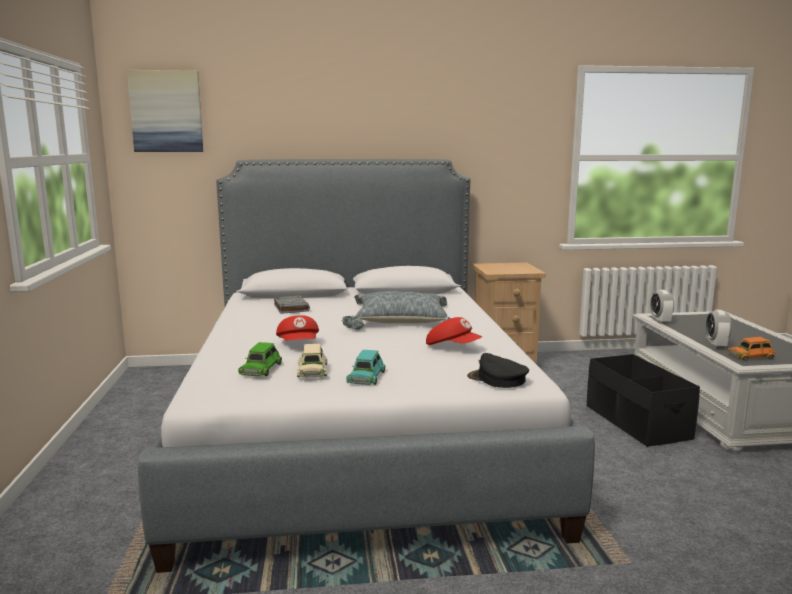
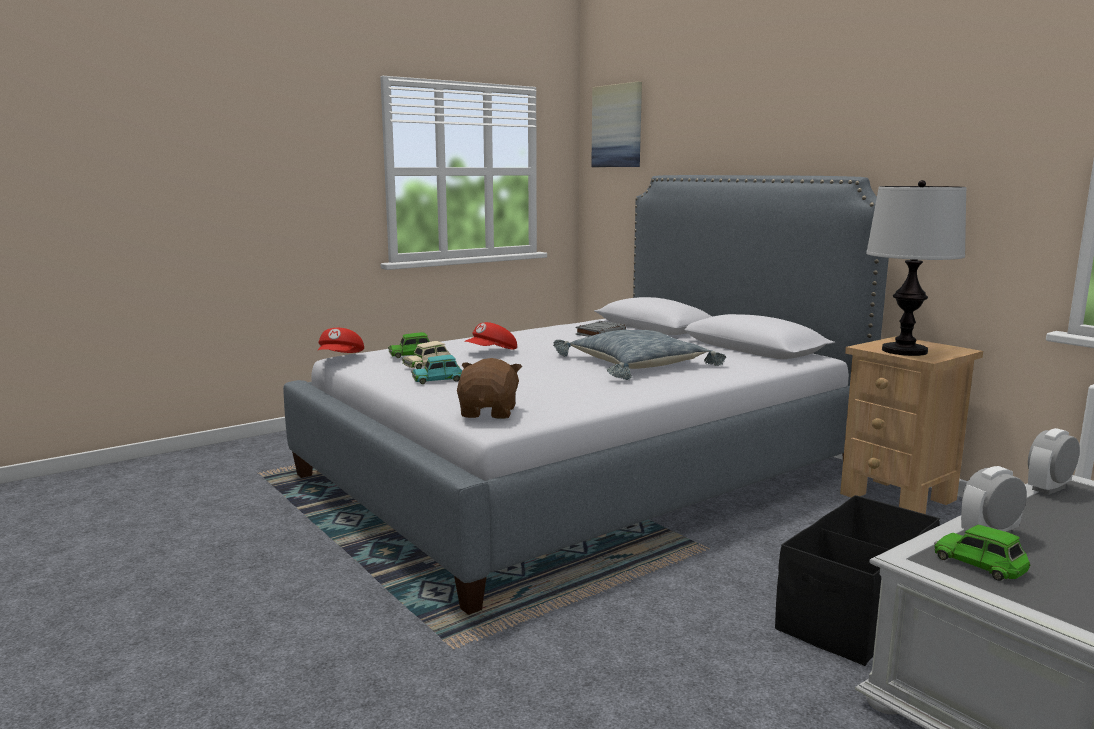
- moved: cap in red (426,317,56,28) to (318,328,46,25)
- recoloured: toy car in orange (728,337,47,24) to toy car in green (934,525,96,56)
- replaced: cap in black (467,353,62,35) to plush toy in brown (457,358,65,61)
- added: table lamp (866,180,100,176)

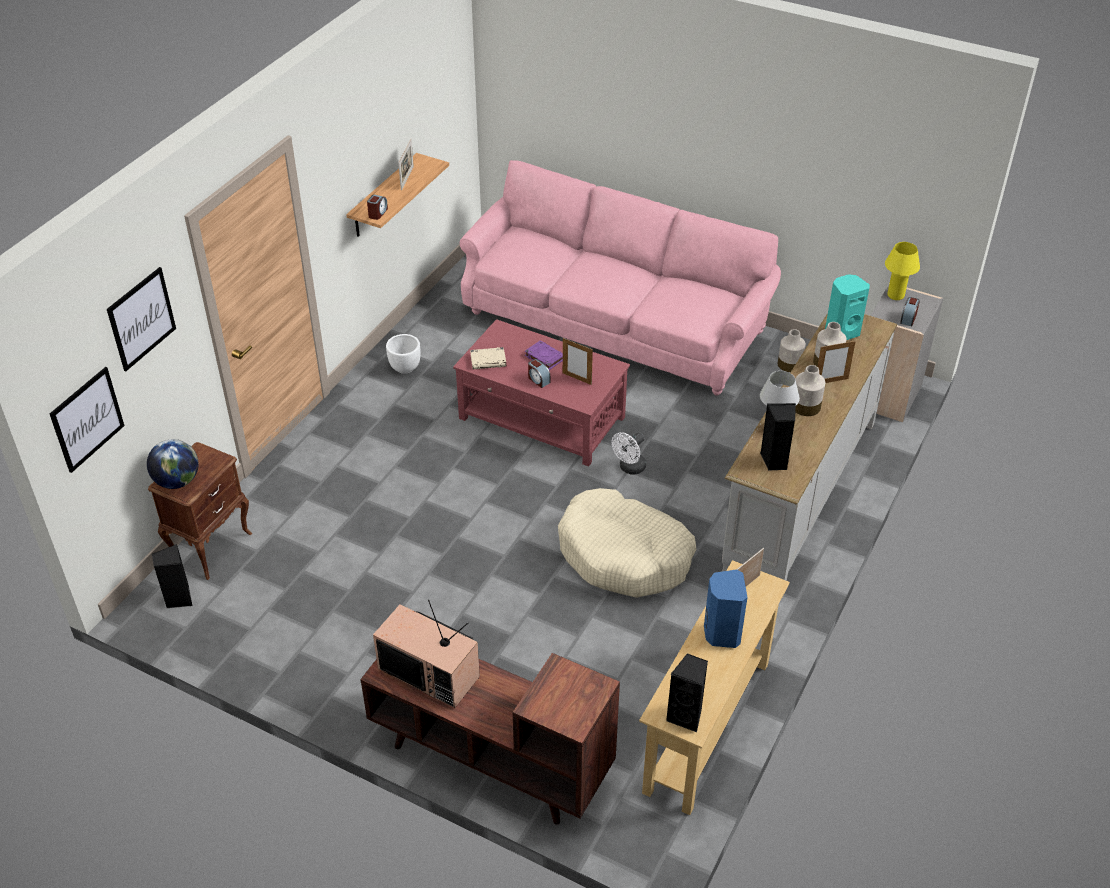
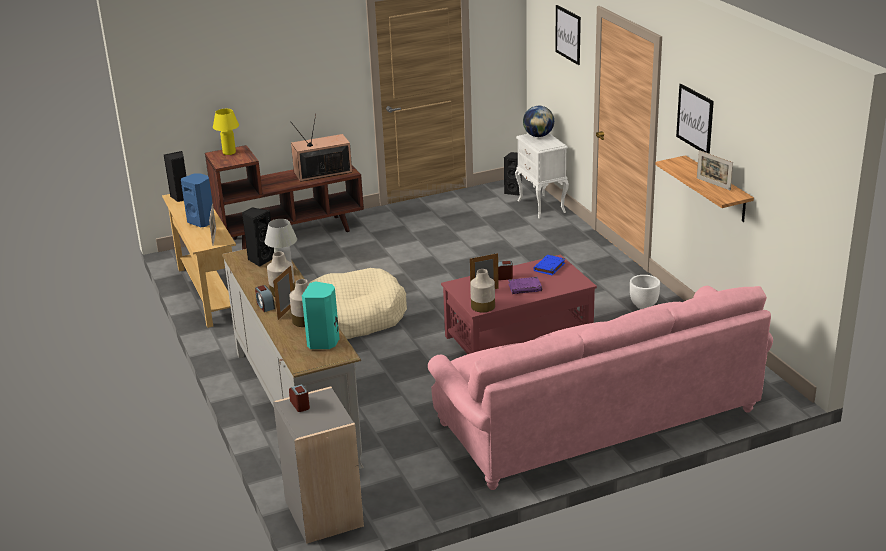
- moved: alarm clock (367,195,21,25) to (255,285,20,27)
- moved: table lamp in yellow (885,242,35,58) to (213,109,26,46)
- moved: vase in beige (778,329,28,43) to (470,269,25,43)
- recoloured: book in beige (470,347,36,22) to book in blue (533,255,32,20)
- moved: picture (50,367,75,106) to (676,84,38,70)
- removed: fan in white (611,432,35,43)
- recoloured: nightstand in brown (148,442,104,138) to nightstand in white (515,133,54,86)

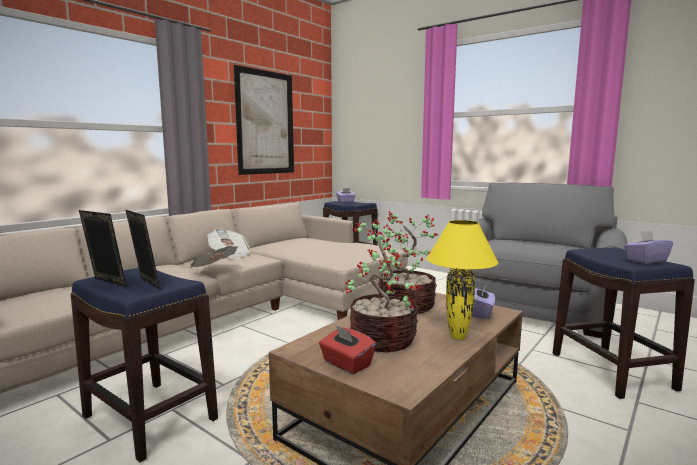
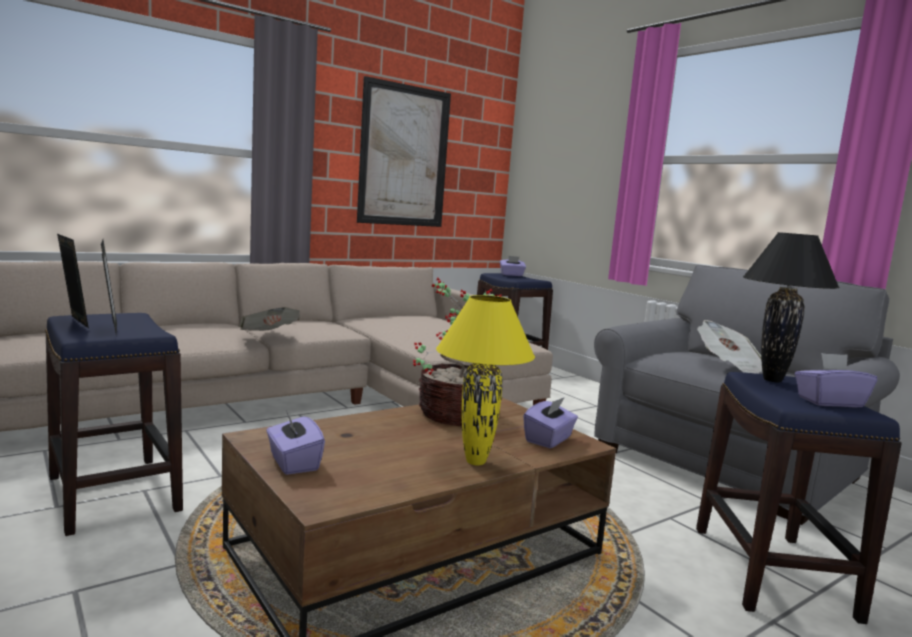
- removed: potted plant (344,219,77,134)
- moved: newspaper (207,229,44,31) to (697,320,65,54)
- recoloured: tissue box in red (319,325,57,49) to tissue box in purple (266,411,59,64)
- added: table lamp in black (743,232,97,150)

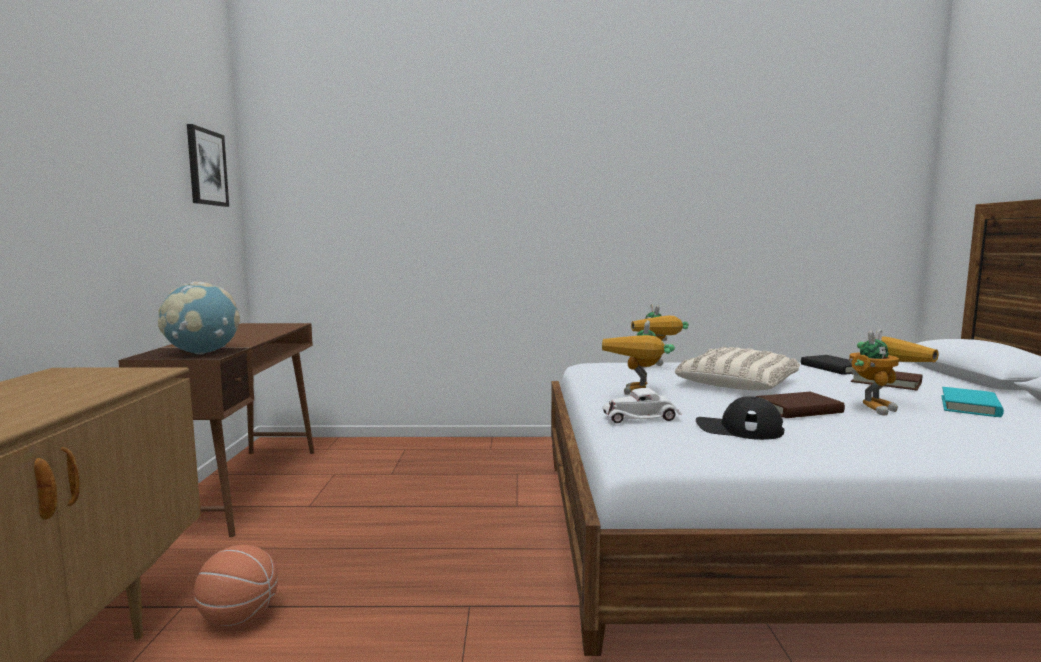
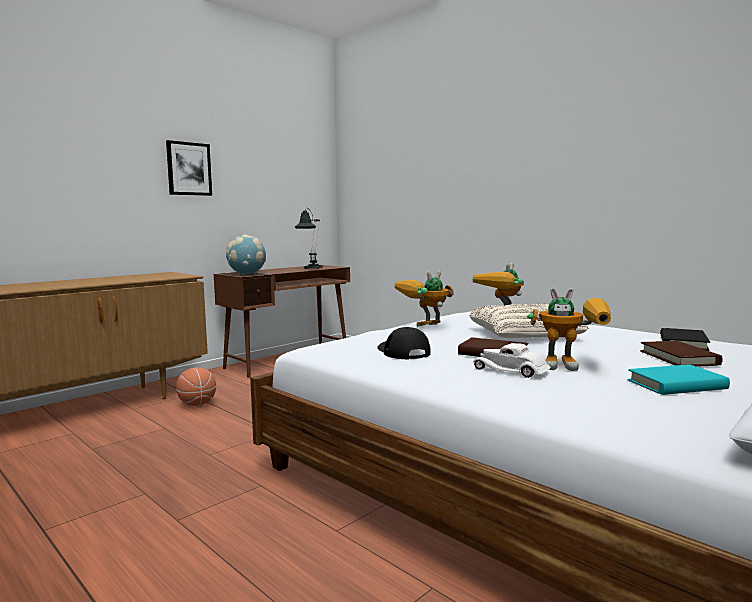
- moved: picture (187,124,42,83) to (166,140,46,56)
- moved: toy car in white (602,388,80,35) to (473,343,78,35)
- added: table lamp (295,208,28,61)

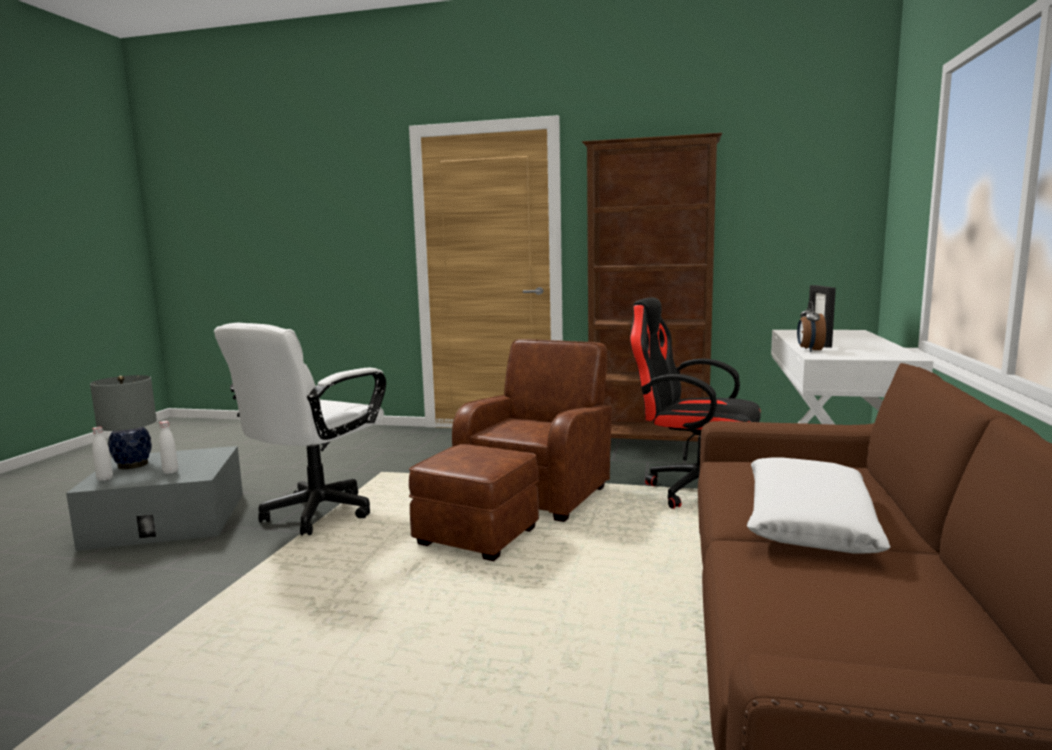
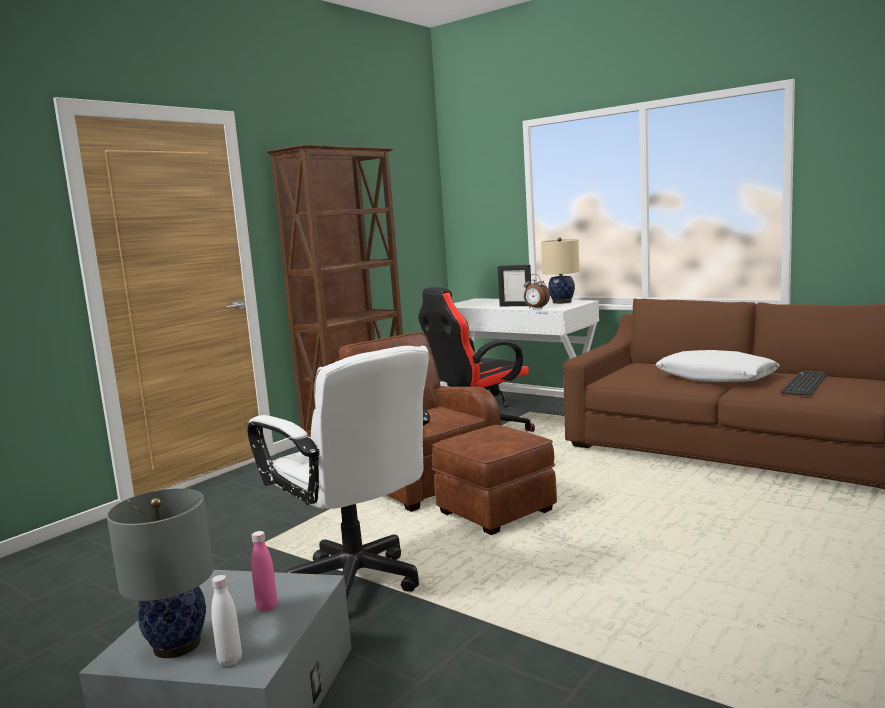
- recoloured: bottle in white (159,421,19,53) to bottle in pink (251,531,26,81)
- added: table lamp in beige (541,237,38,67)
- added: keyboard (781,370,46,25)

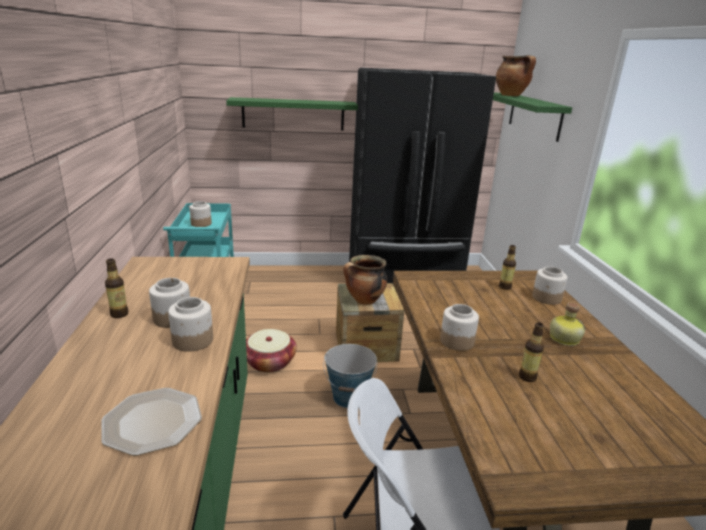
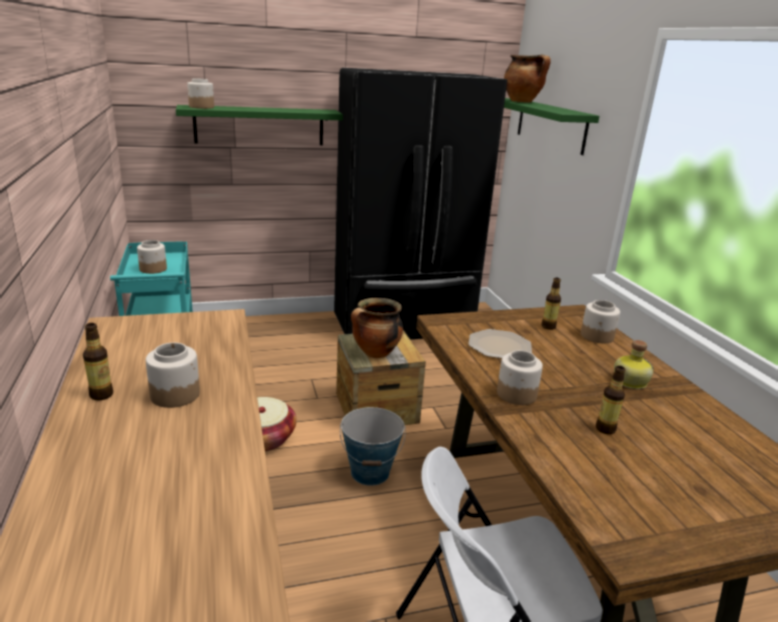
- moved: jar (168,297,45,55) to (187,78,27,31)
- moved: plate (102,388,100,68) to (468,329,64,30)

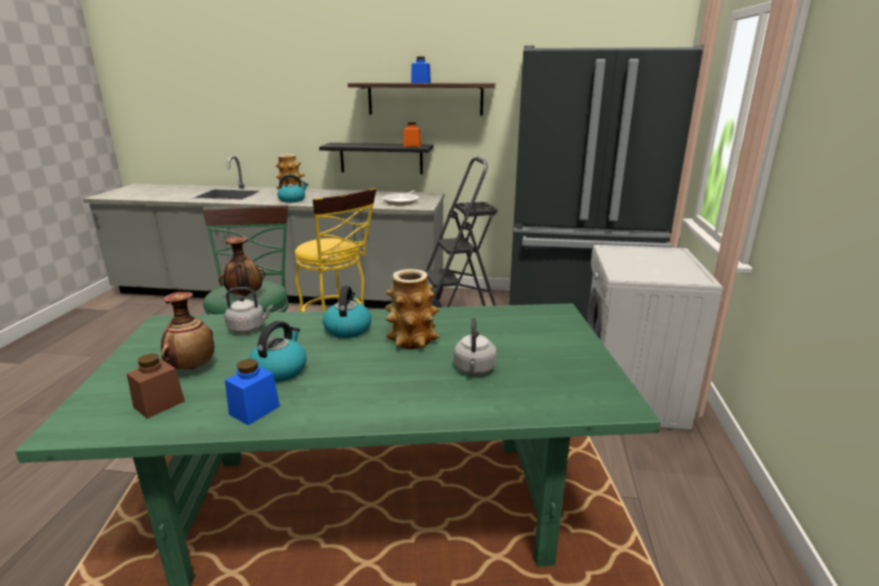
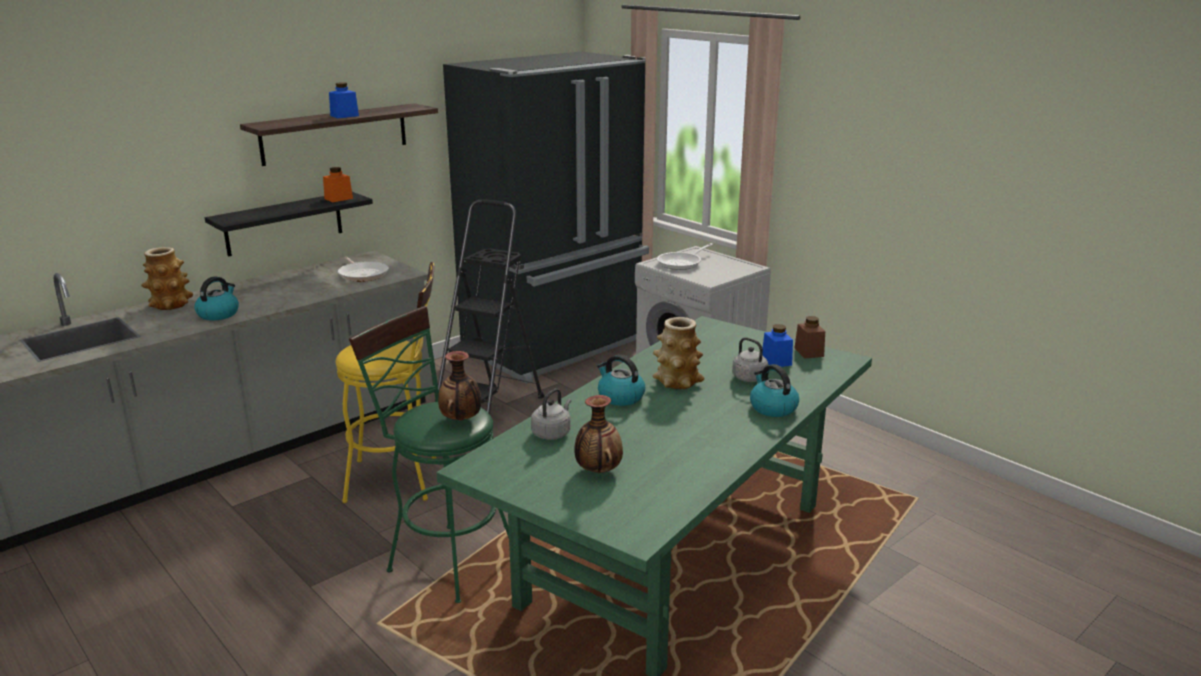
- moved: kettle (249,321,58,61) to (750,364,49,53)
- moved: jar in brown (127,353,58,66) to (795,316,30,43)
- moved: jar in blue (225,359,55,66) to (762,324,31,43)
- added: frying pan (657,243,56,27)

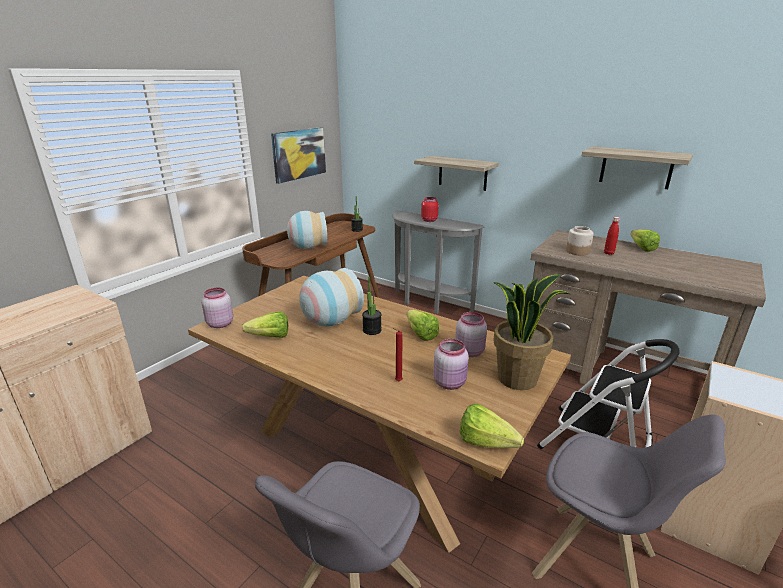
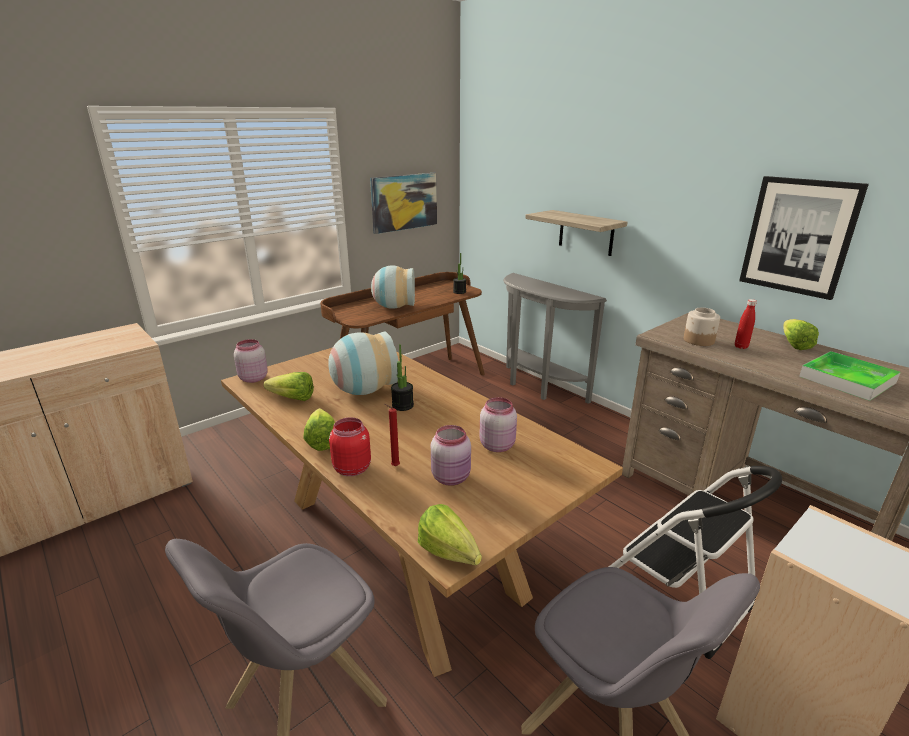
- replaced: shelf (582,146,111,43) to picture (739,176,130,124)
- moved: jar in red (421,197,18,25) to (329,417,42,59)
- removed: potted plant (493,274,76,116)
- moved: lettuce (407,310,32,31) to (303,408,32,43)
- added: tray (799,351,102,50)

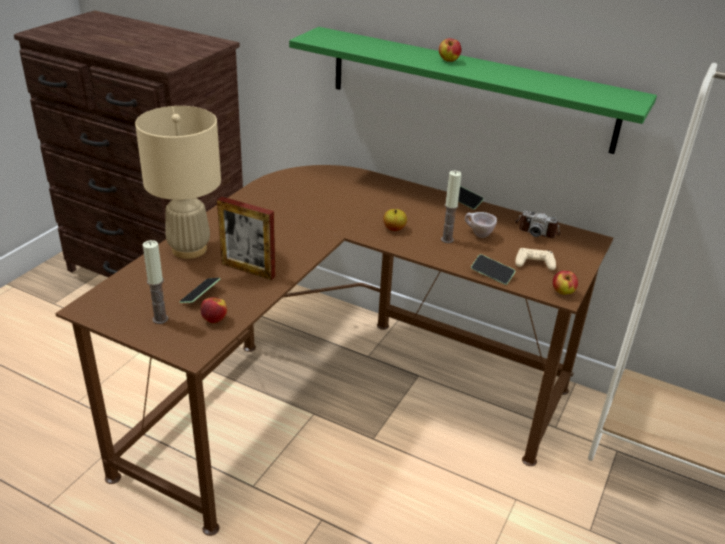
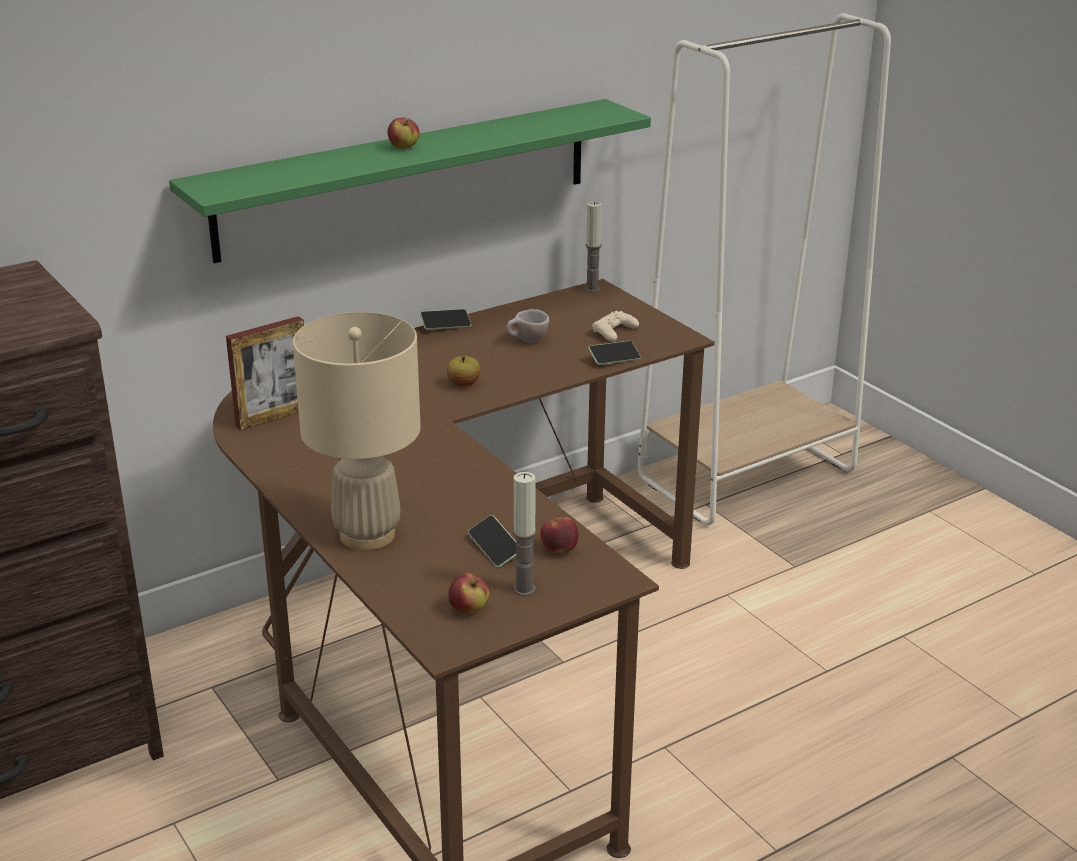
- moved: candle (441,171,21,72) to (585,202,17,90)
- moved: picture frame (217,197,59,83) to (226,316,78,115)
- removed: photo camera (515,210,45,28)
- moved: apple (553,271,25,24) to (448,573,42,41)

